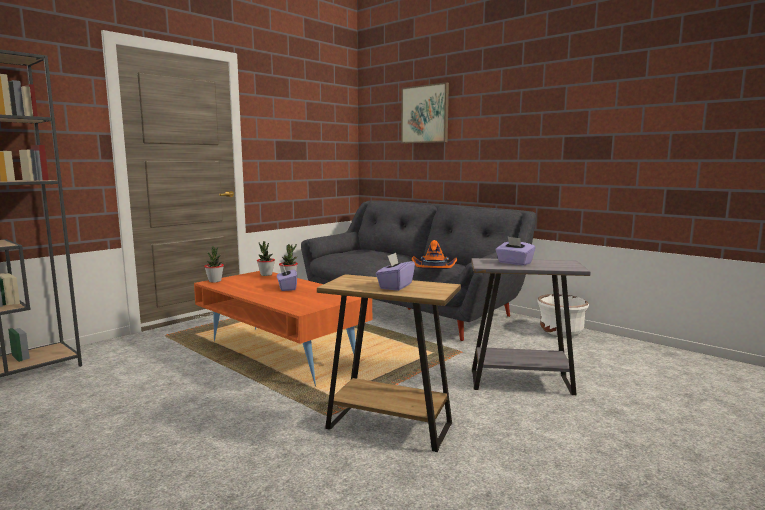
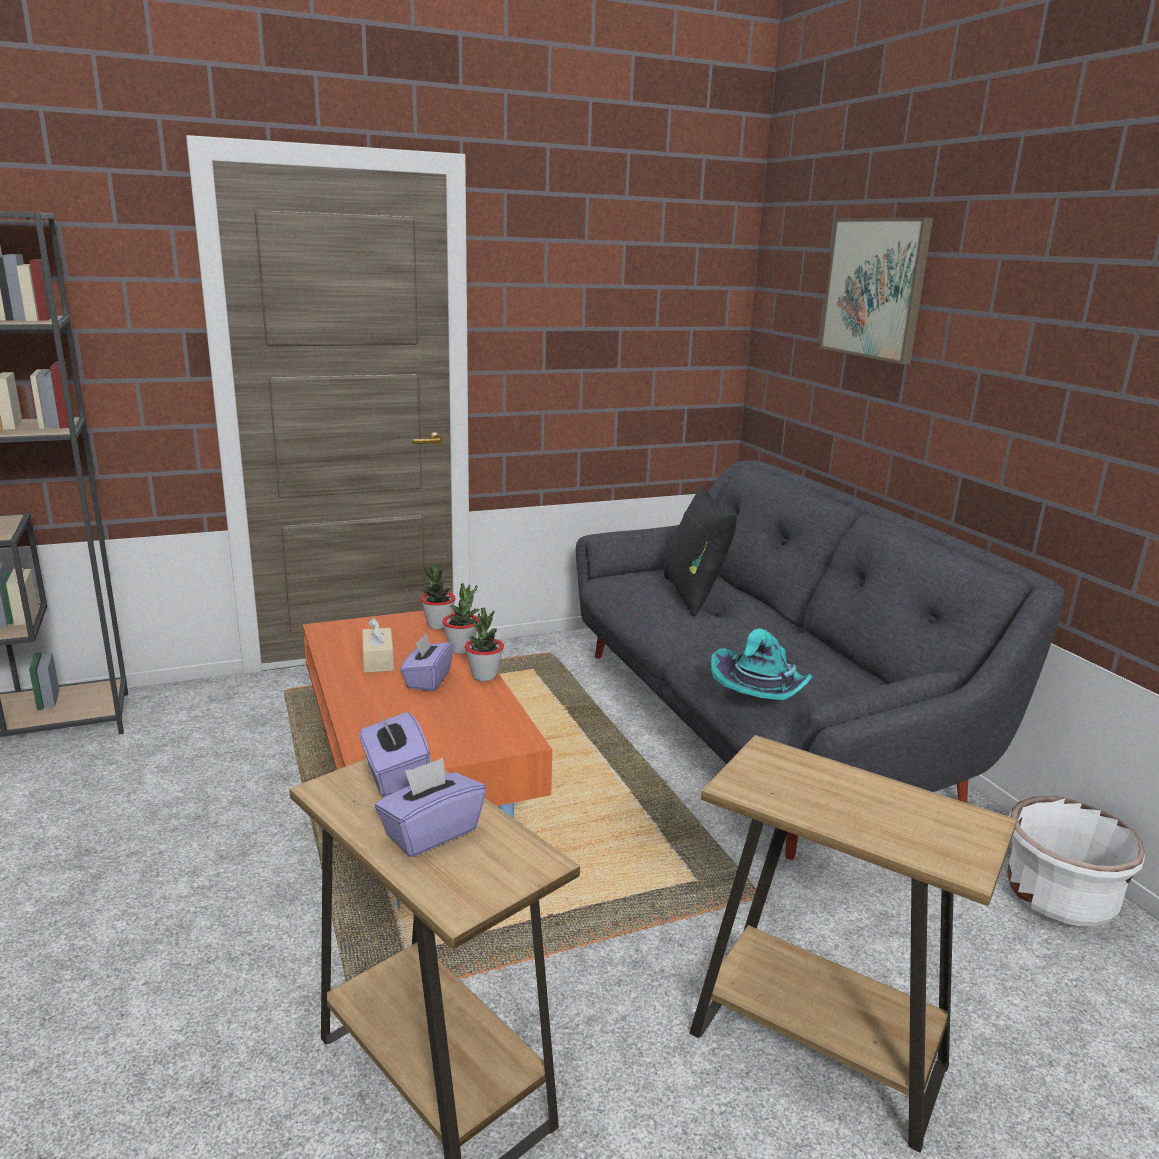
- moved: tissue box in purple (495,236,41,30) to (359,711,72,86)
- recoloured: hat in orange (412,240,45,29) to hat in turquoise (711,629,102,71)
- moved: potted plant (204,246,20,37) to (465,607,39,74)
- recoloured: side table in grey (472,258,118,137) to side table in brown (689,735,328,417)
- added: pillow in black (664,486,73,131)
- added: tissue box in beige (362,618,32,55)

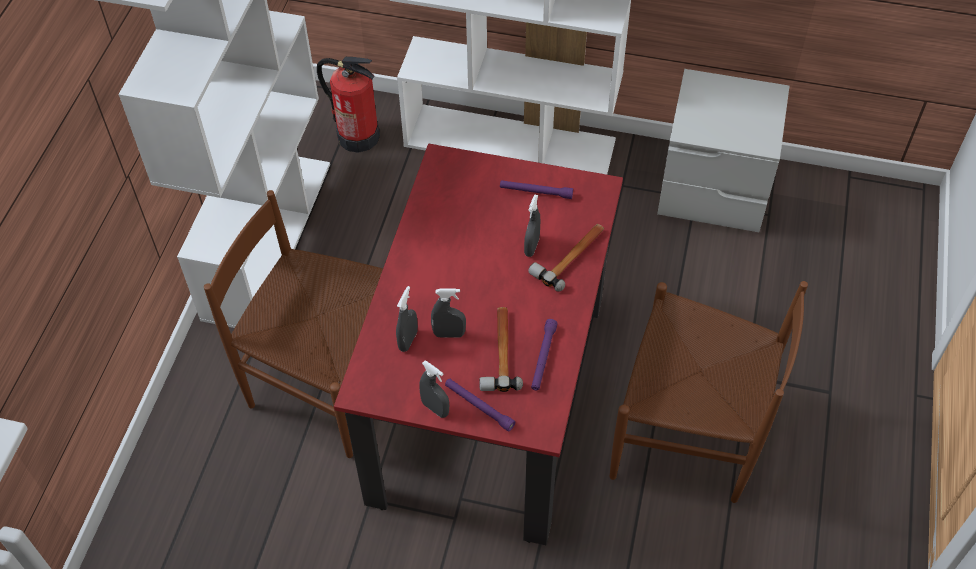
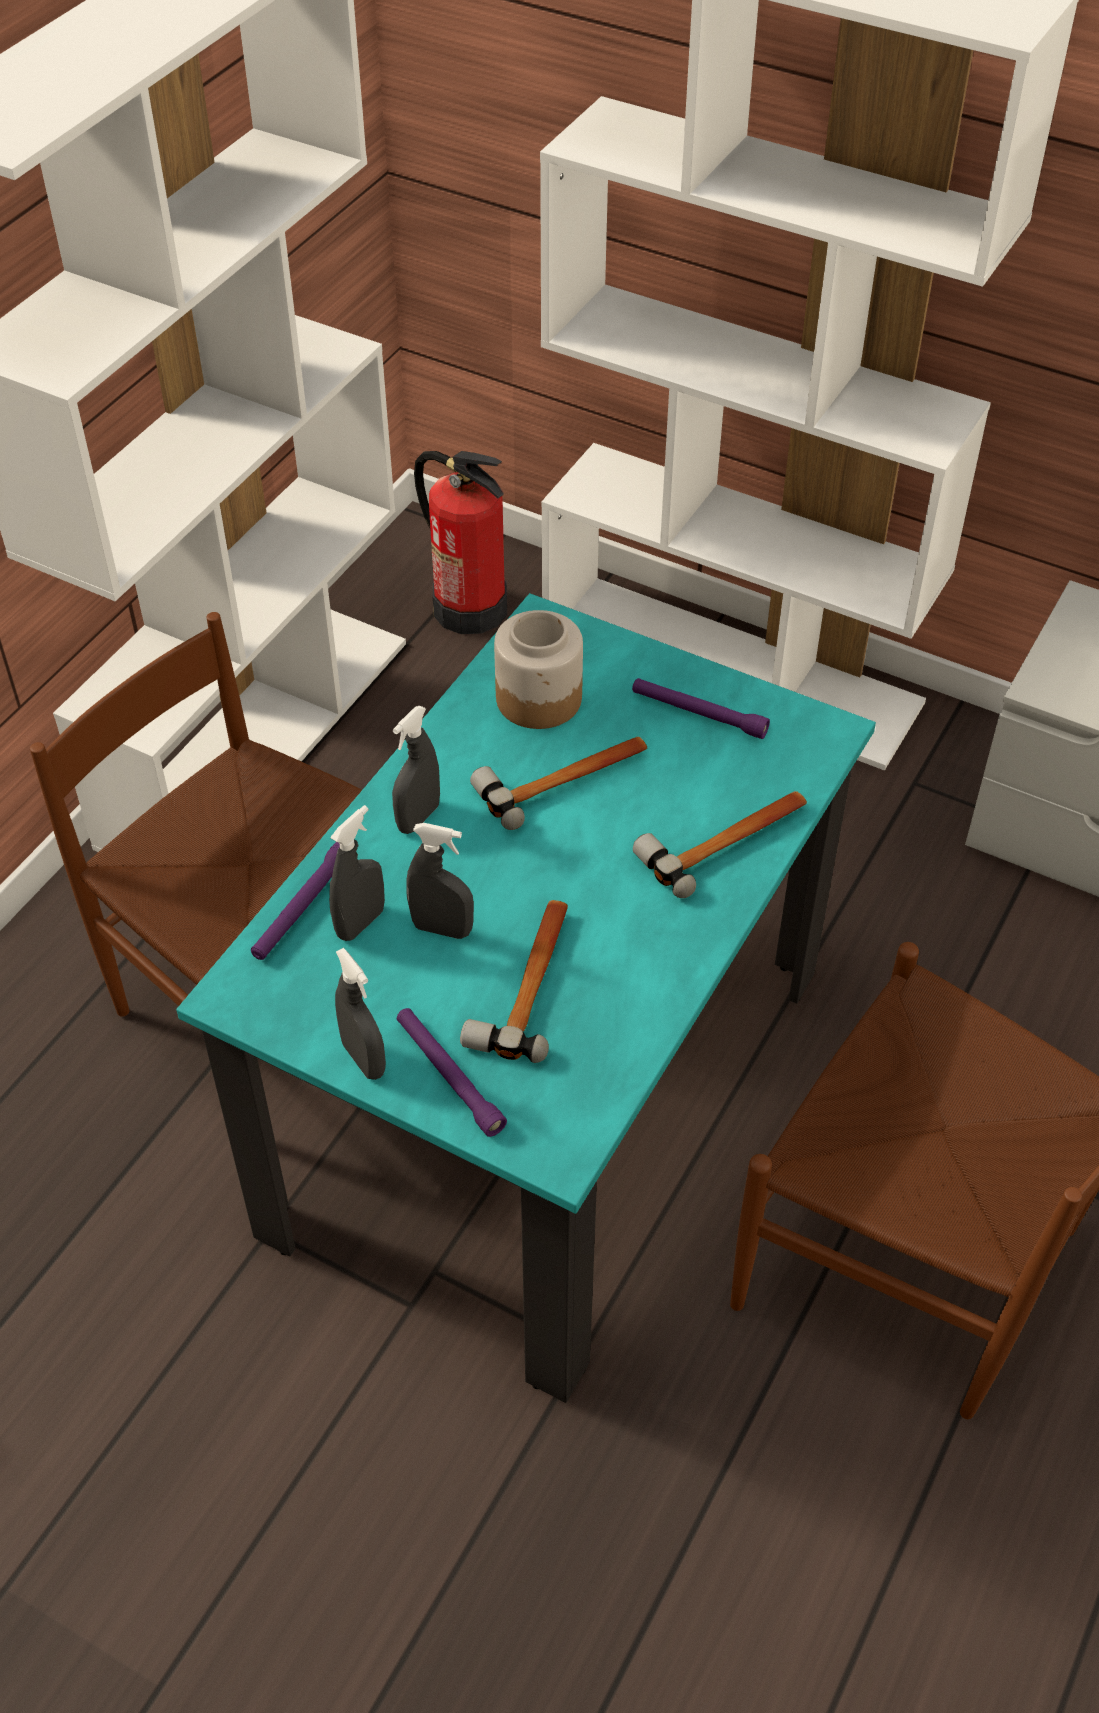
- recoloured: dining table in red (334,143,289,402) to dining table in turquoise (176,593,700,810)
- moved: spray bottle in grey (524,194,16,63) to (392,706,48,128)
- moved: flashlight in purple (531,319,27,71) to (251,842,89,118)
- added: jar (494,610,89,119)
- added: hammer (470,737,177,93)

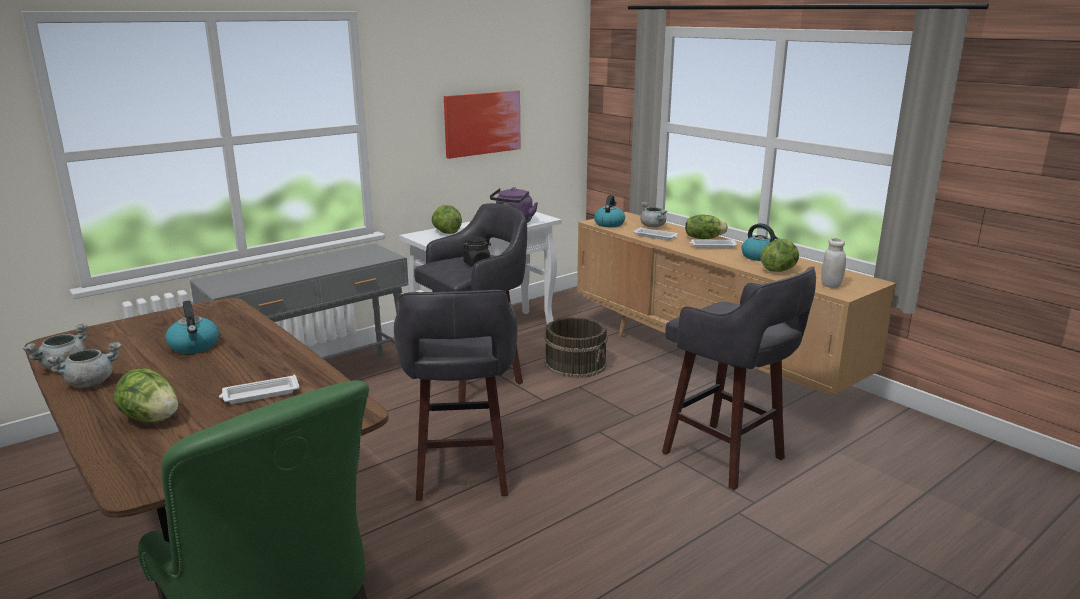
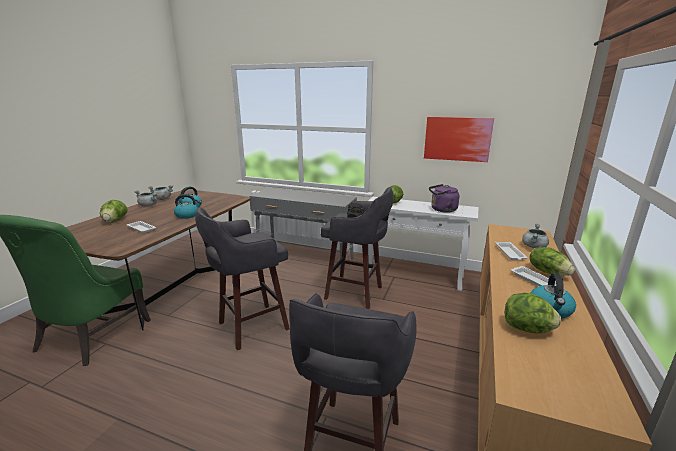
- moved: kettle (594,195,31,32) to (174,194,28,25)
- removed: jar in white (821,238,25,50)
- removed: bucket in brown (544,317,64,61)

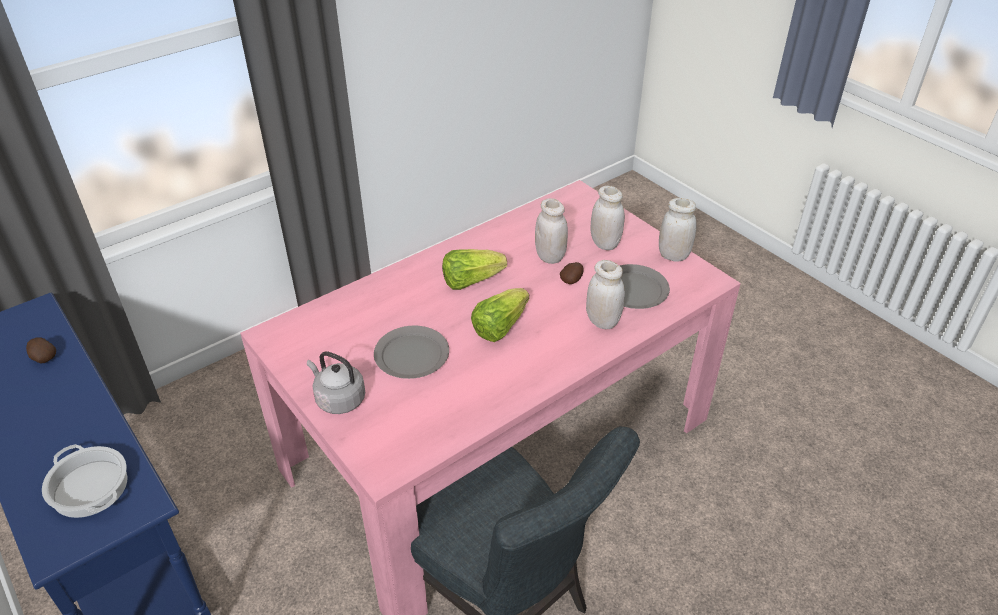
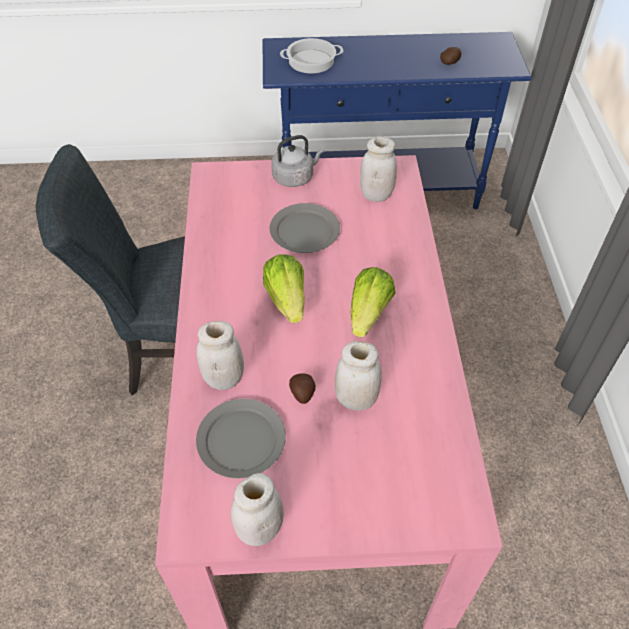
- moved: jar in white (591,186,34,64) to (360,137,37,65)

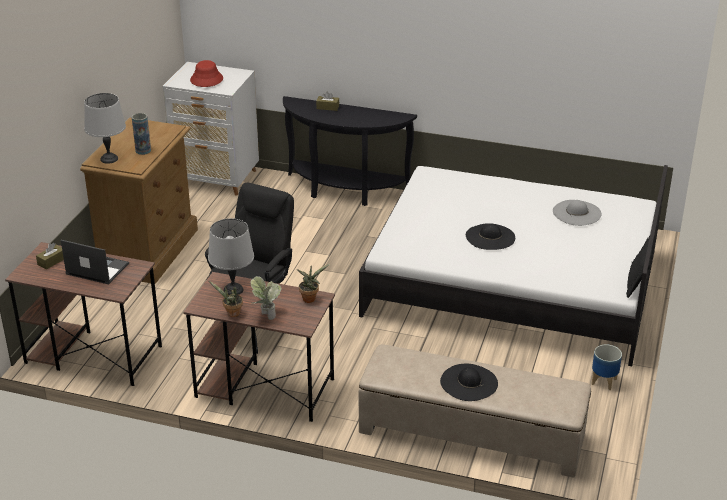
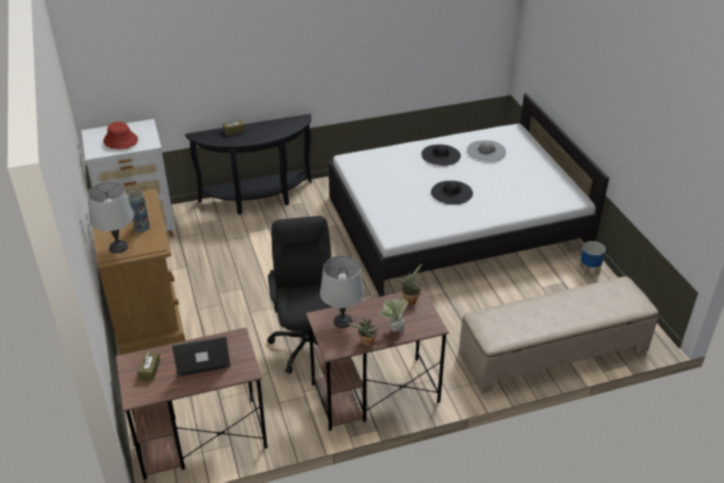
- removed: pillow in black (626,236,28,62)
- moved: hat in black (440,364,58,37) to (421,144,40,22)

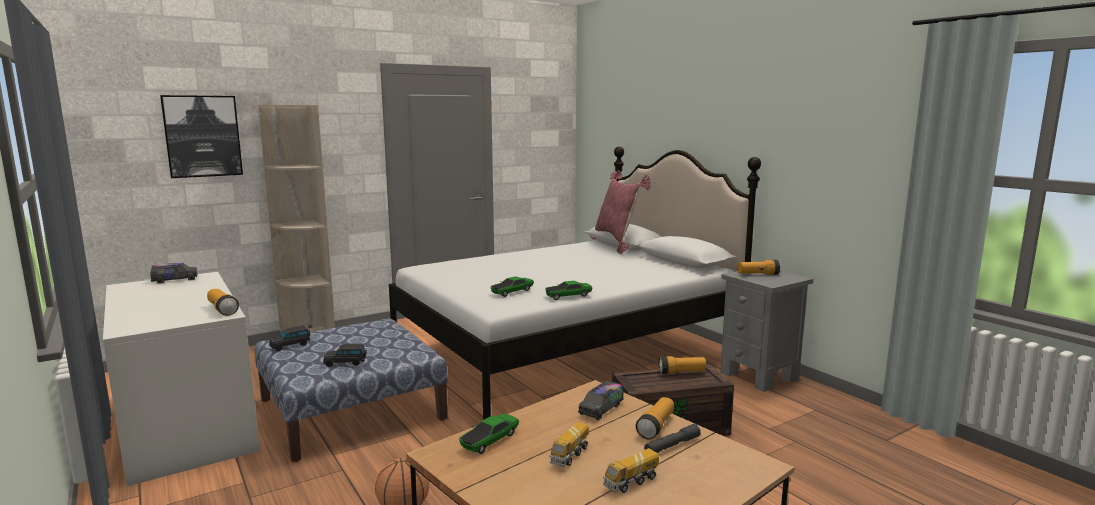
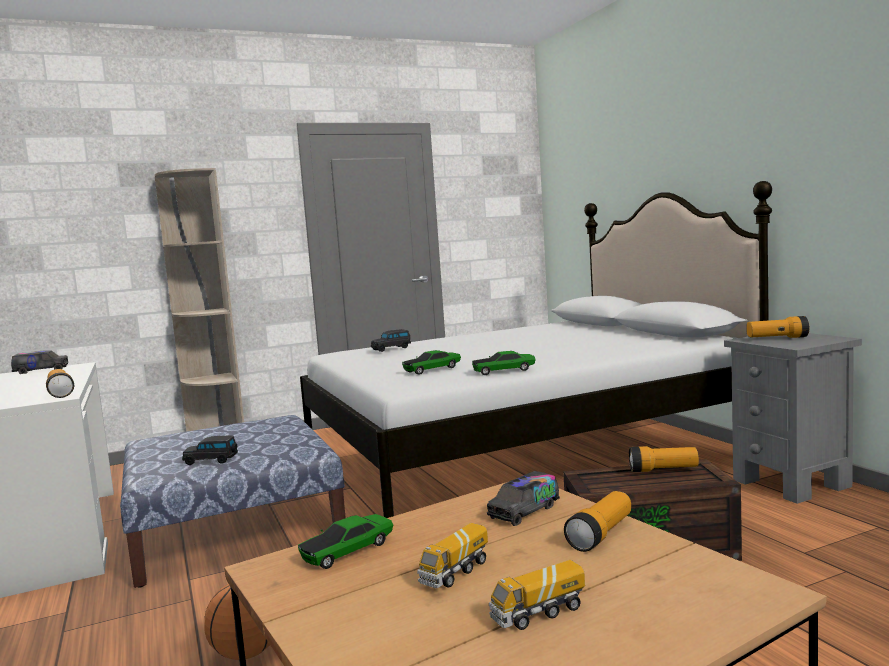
- removed: picture (160,95,83,83)
- removed: pillow in red (590,170,61,84)
- moved: toy car in black (269,326,41,25) to (371,329,40,23)
- removed: flashlight in grey (644,424,57,29)

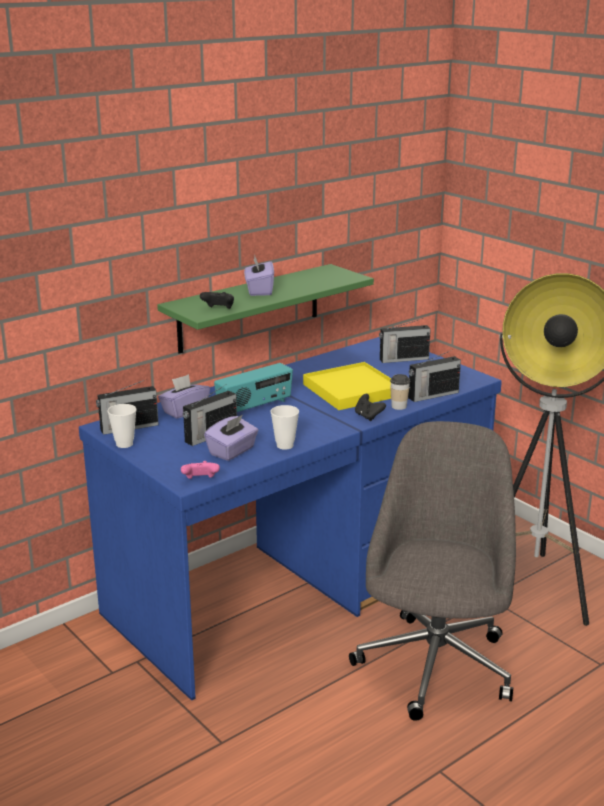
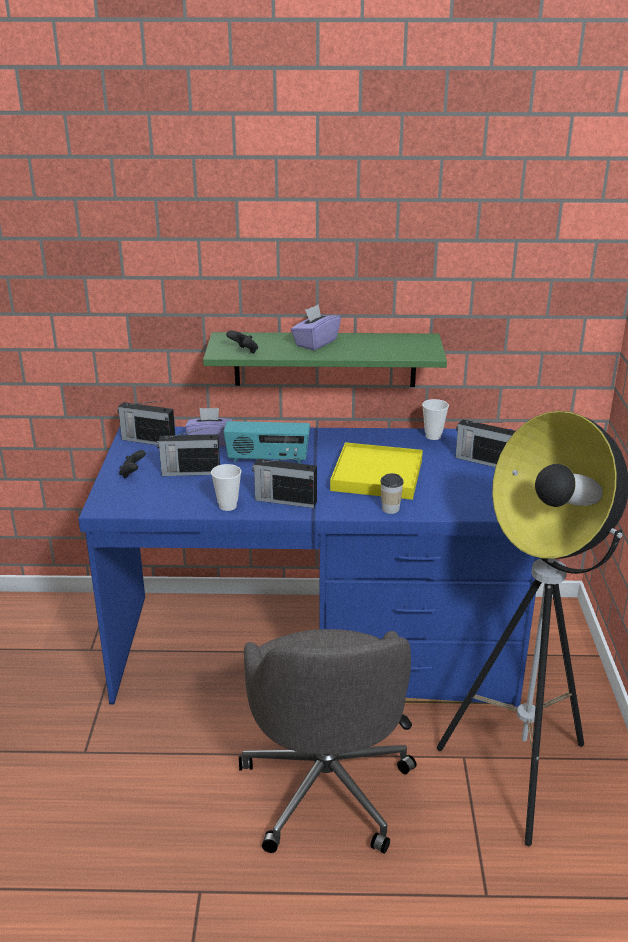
- moved: radio (408,351,53,51) to (252,457,65,51)
- moved: game controller in black (355,394,31,27) to (119,450,27,28)
- moved: cup (107,404,30,44) to (422,399,27,41)
- removed: tissue box in purple (204,415,54,46)
- turned: office chair in grey (349,421,167,300) = (239,629,178,225) 120 degrees clockwise
- removed: game controller in pink (181,461,39,18)

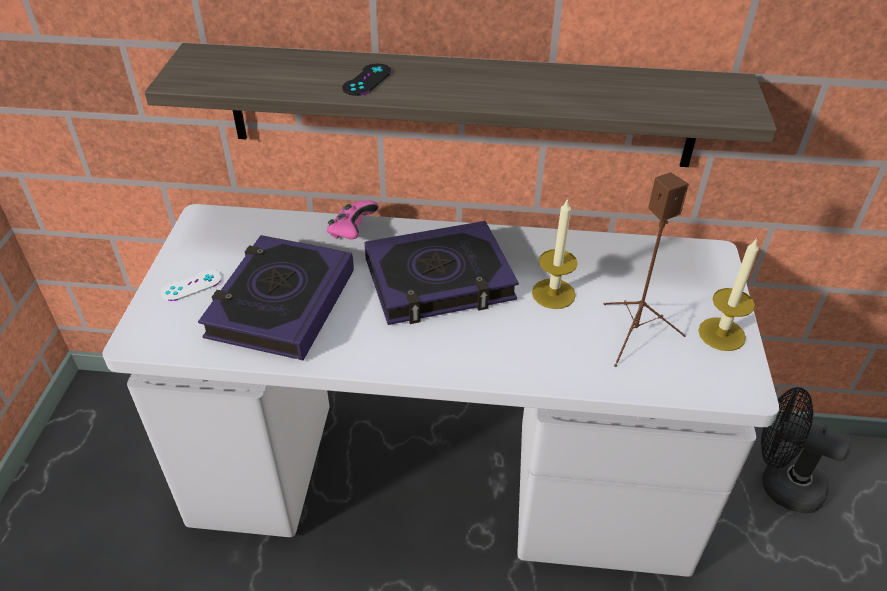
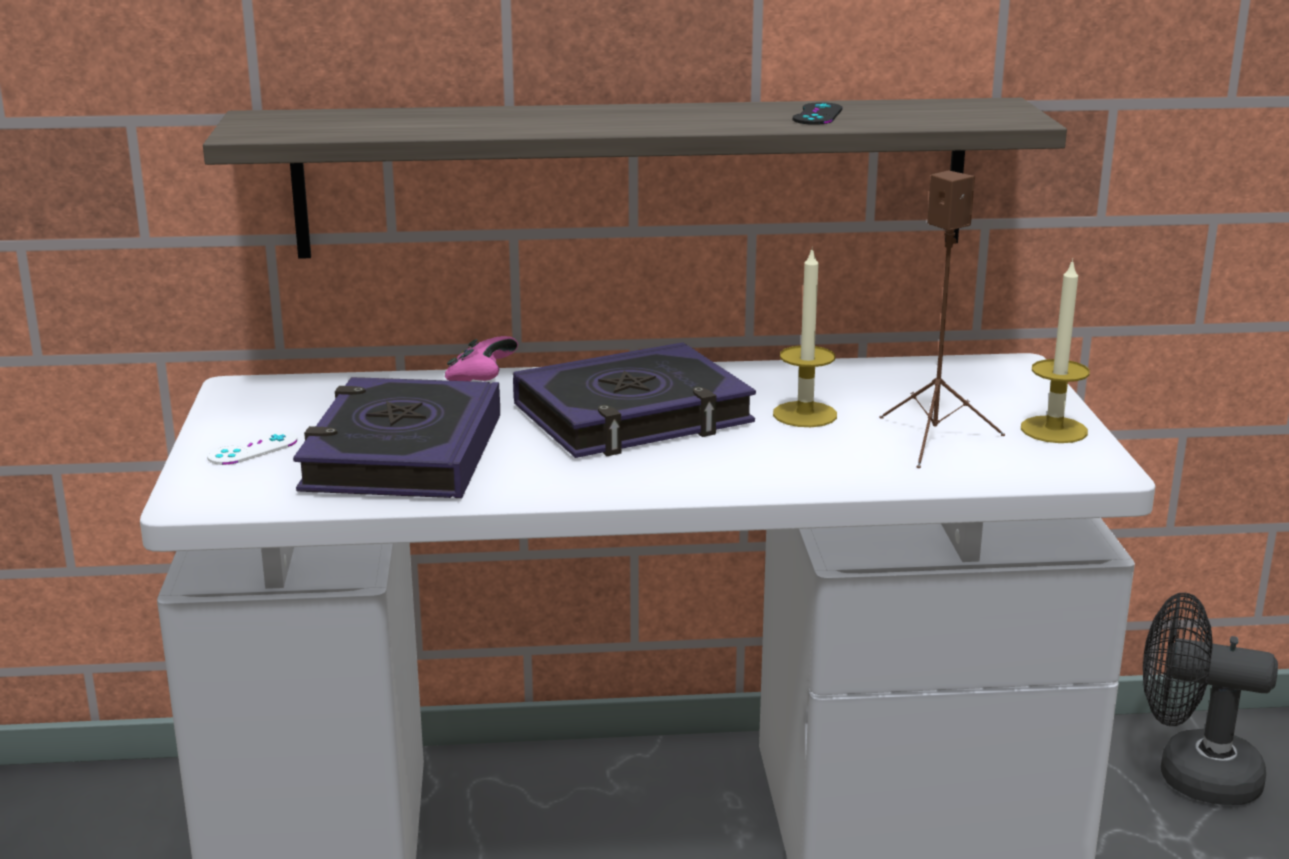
- moved: game controller in black (342,64,49,32) to (793,102,49,23)

